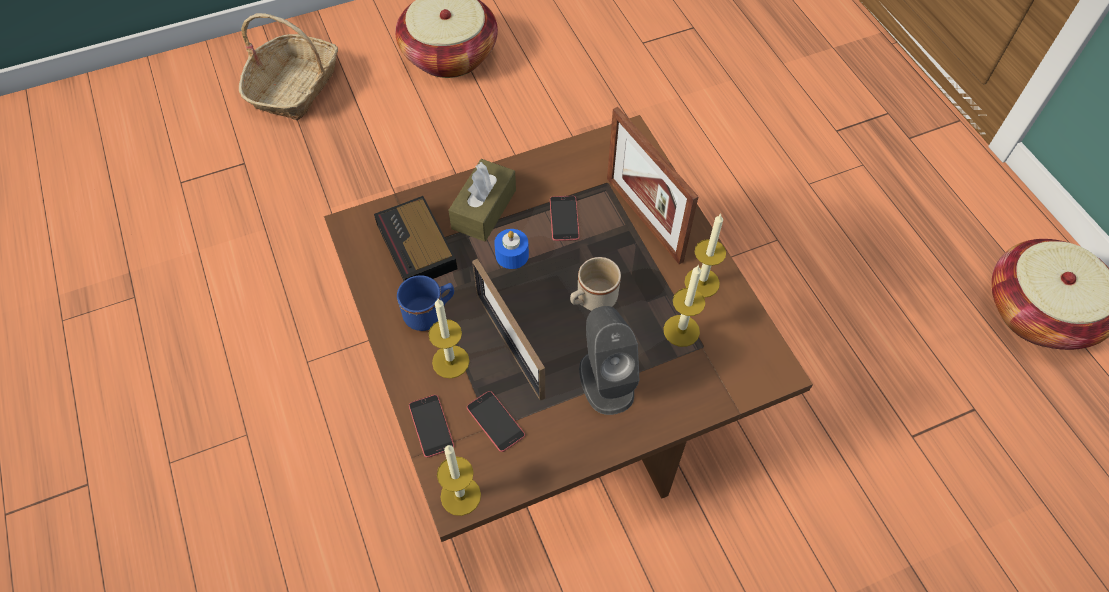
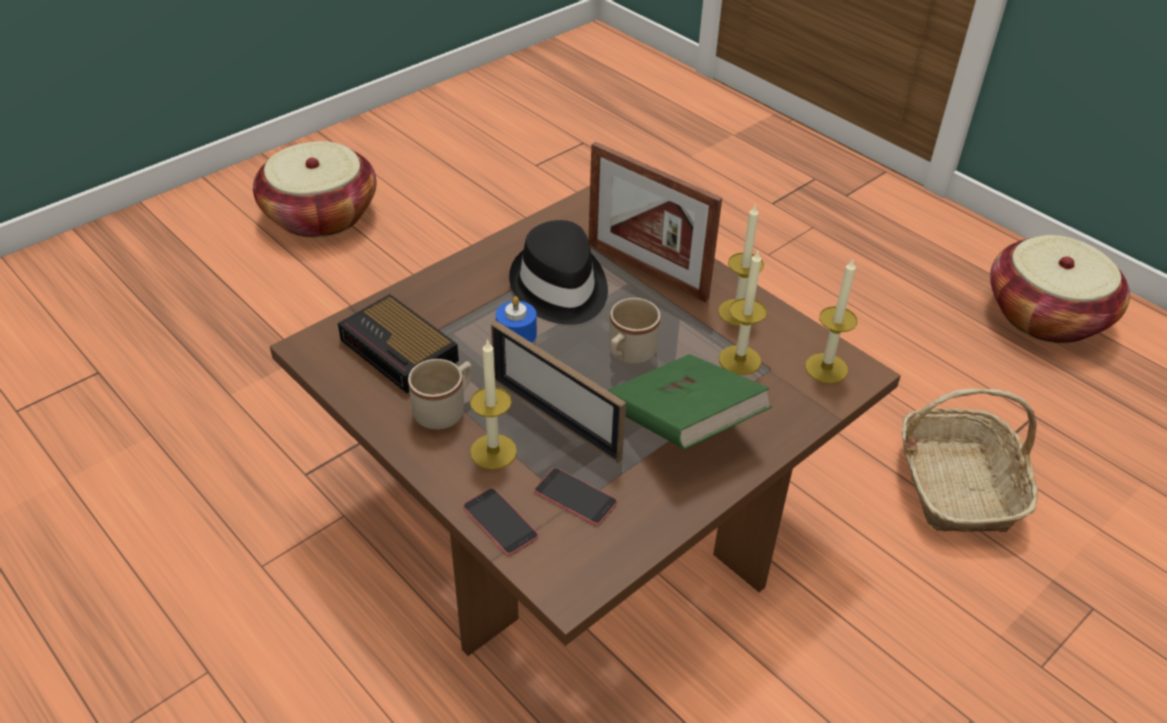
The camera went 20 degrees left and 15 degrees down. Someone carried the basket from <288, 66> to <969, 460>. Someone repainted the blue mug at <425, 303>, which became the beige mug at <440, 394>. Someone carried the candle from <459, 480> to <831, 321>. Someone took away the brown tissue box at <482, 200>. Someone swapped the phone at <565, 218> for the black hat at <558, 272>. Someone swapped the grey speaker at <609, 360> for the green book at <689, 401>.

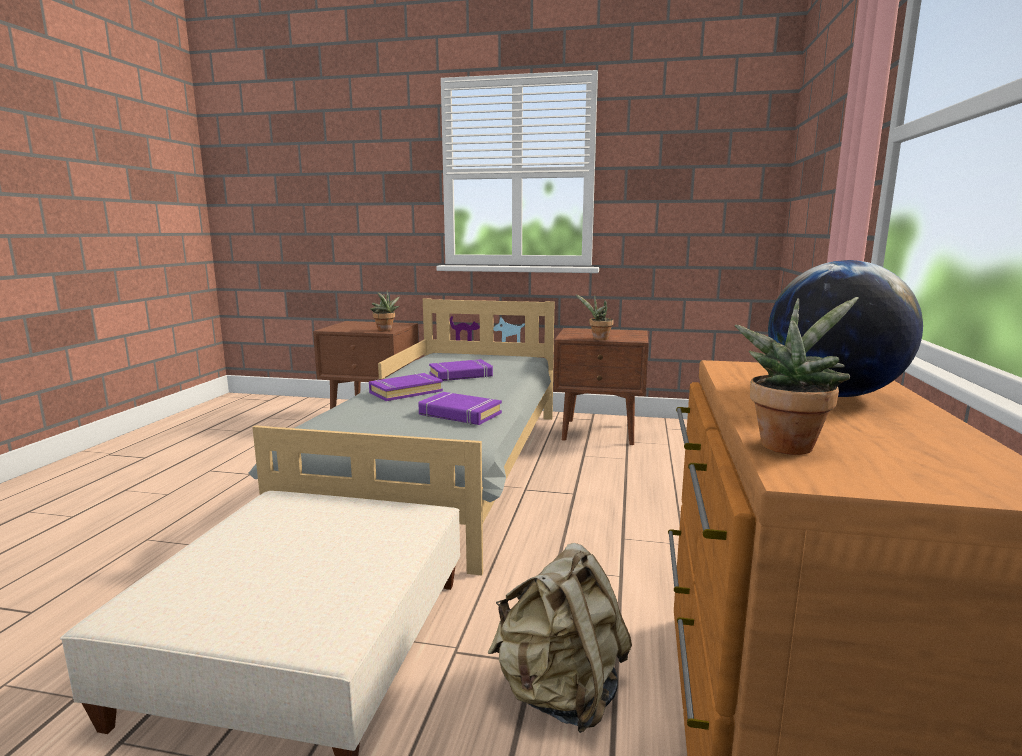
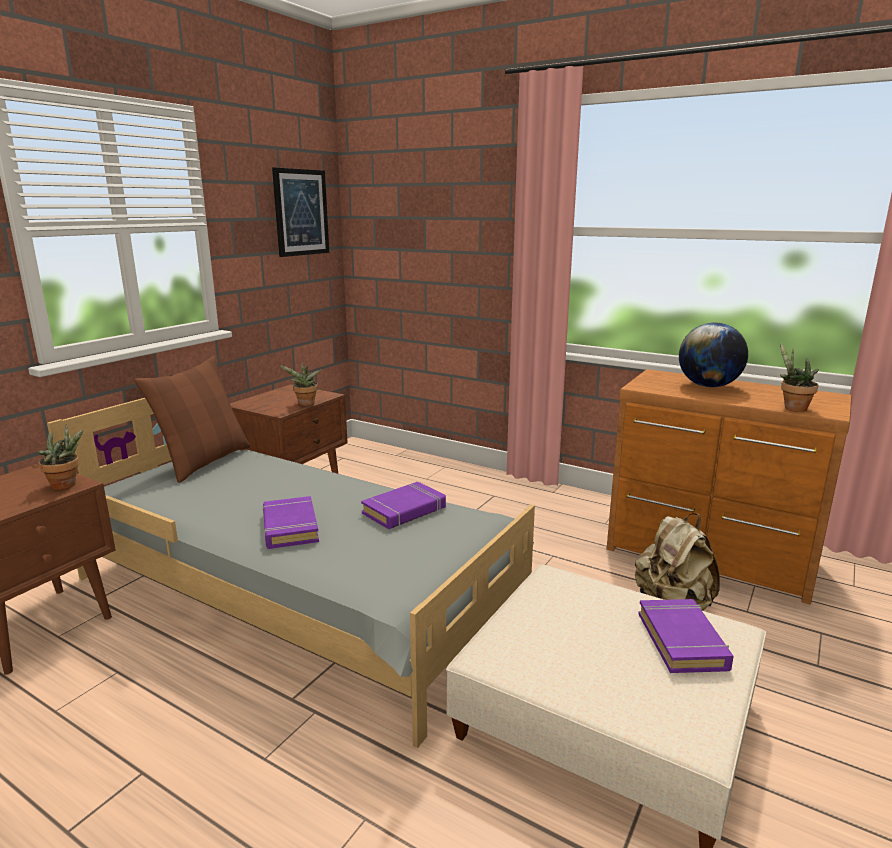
The camera went 70 degrees left and 5 degrees up. Someone carried the purple book from <461, 370> to <686, 636>. Someone put down the brown pillow at <192, 419>. Someone put up the picture at <300, 212>.

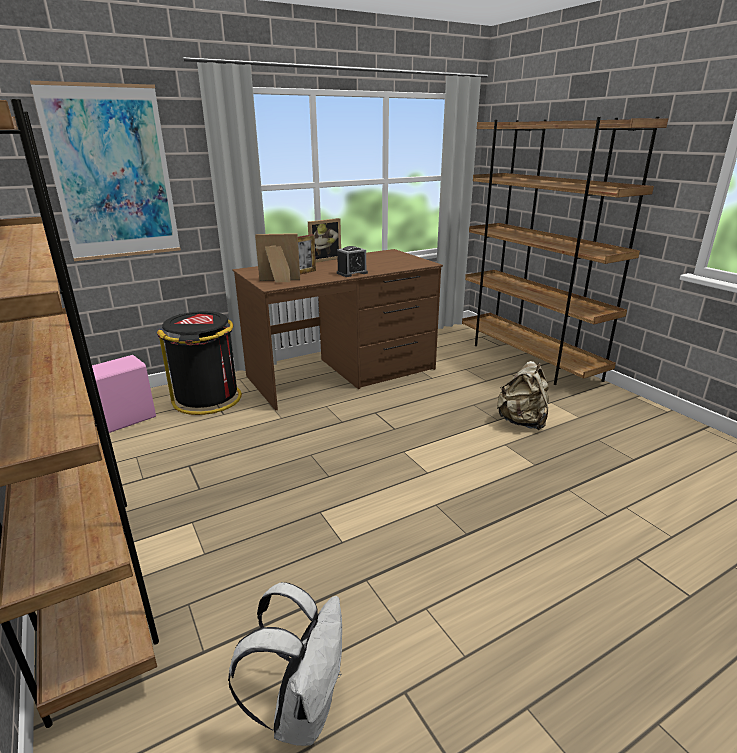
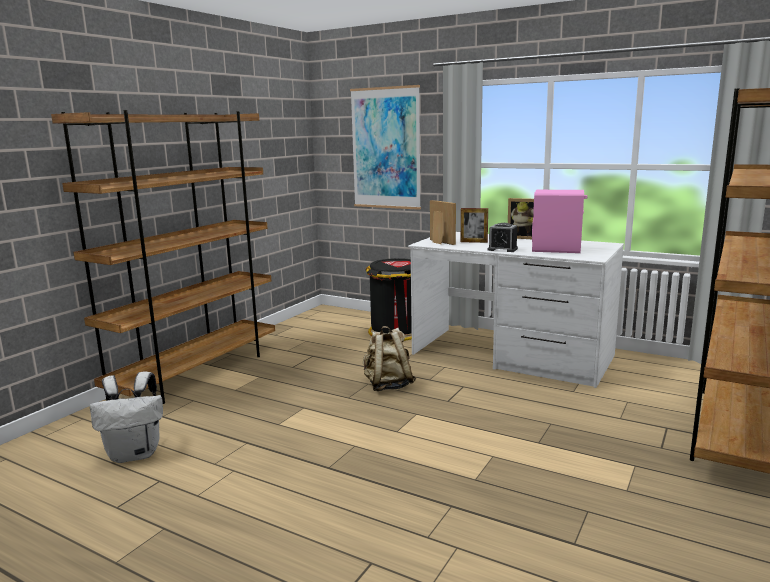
The camera went 60 degrees right and 10 degrees down. Someone carried the pink speaker from <124, 394> to <559, 221>. Someone repainted the brown desk at <338, 330>, which became the white desk at <516, 310>. Someone carried the beige backpack from <523, 395> to <389, 358>.

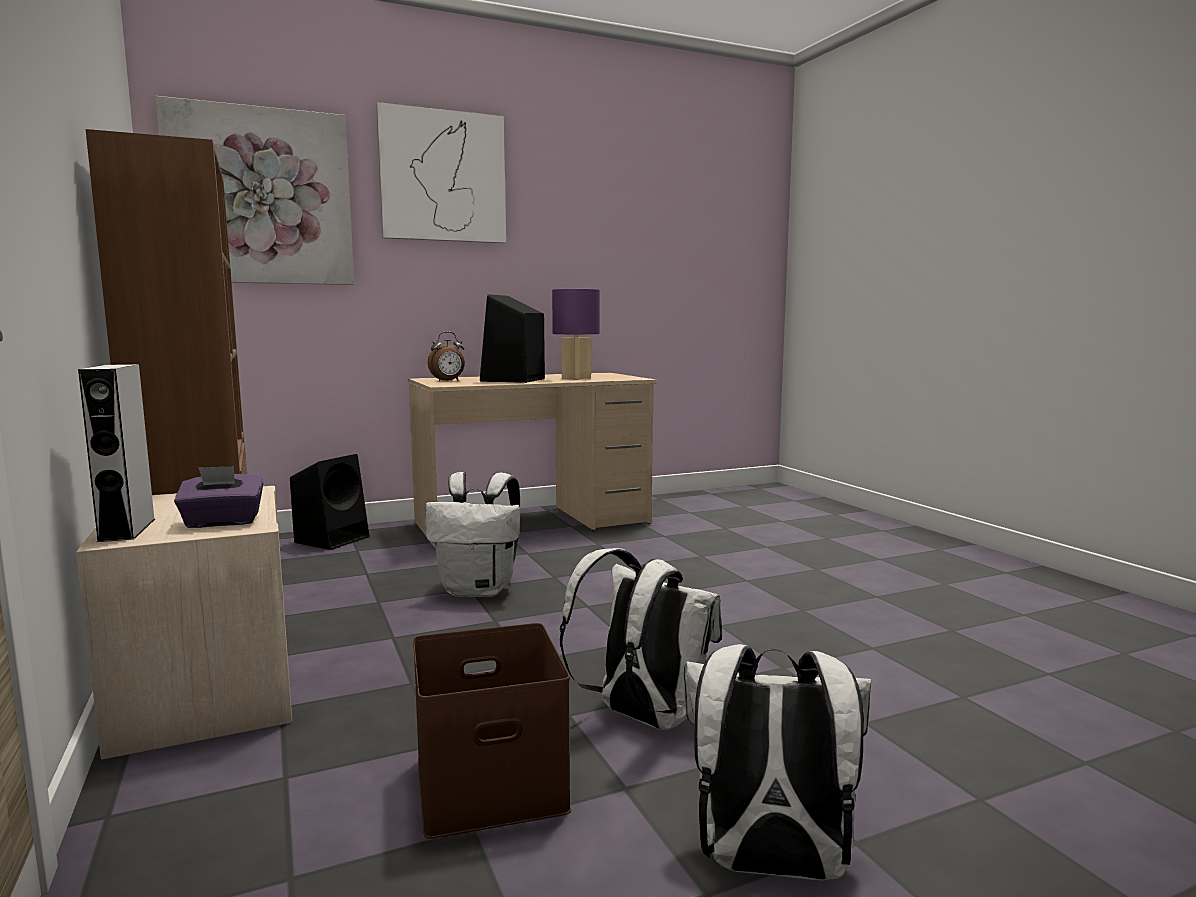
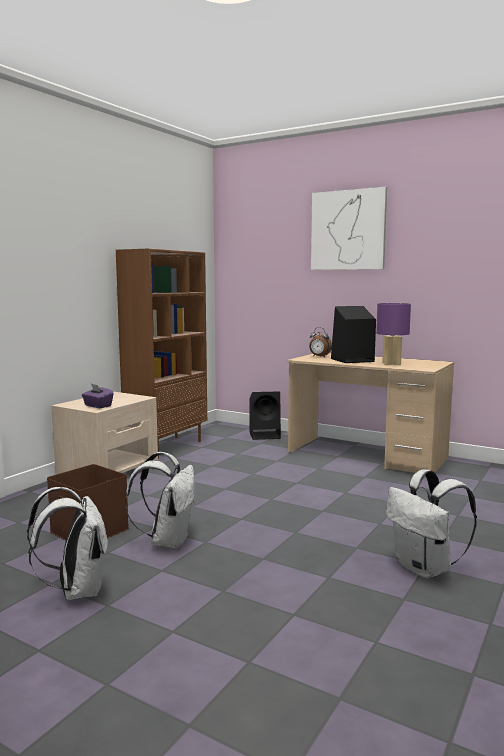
The camera went 55 degrees right and 0 degrees up. Someone took away the grey speaker at <116, 453>. Someone took away the picture at <254, 190>. Someone carried the white backpack from <473, 534> to <431, 523>.

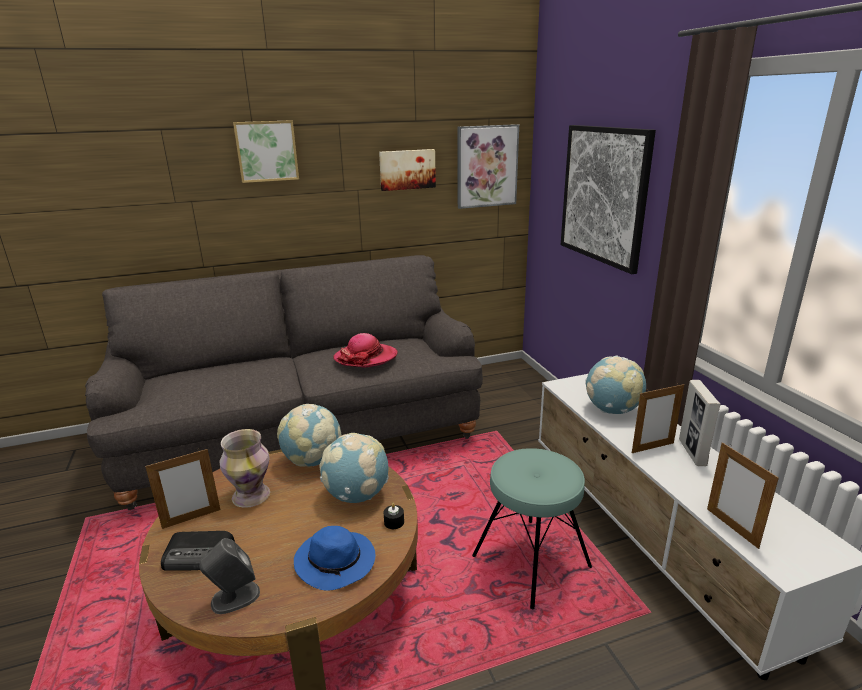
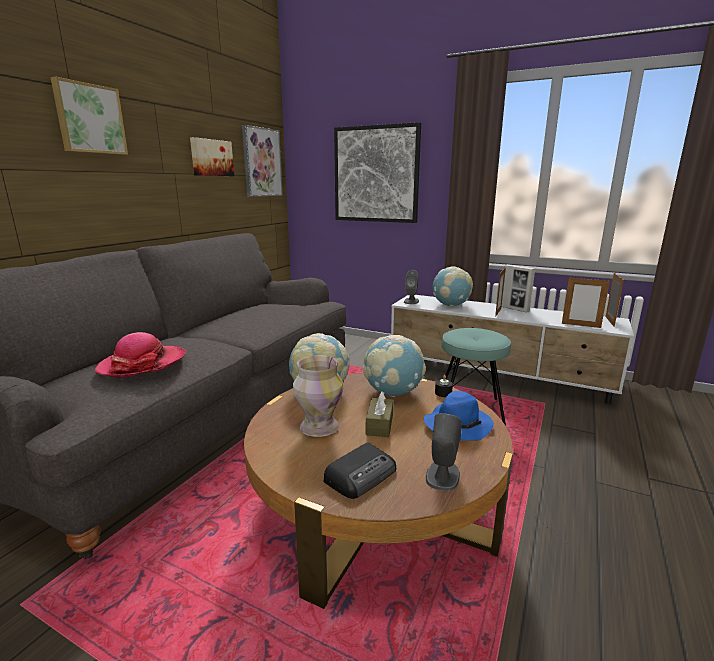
The camera went 45 degrees left and 5 degrees down. Someone carried the picture frame from <183, 489> to <615, 300>. Someone carried the hat from <366, 350> to <140, 355>. Someone put down the brown tissue box at <379, 414>. Someone put down the grey speaker at <411, 287>.

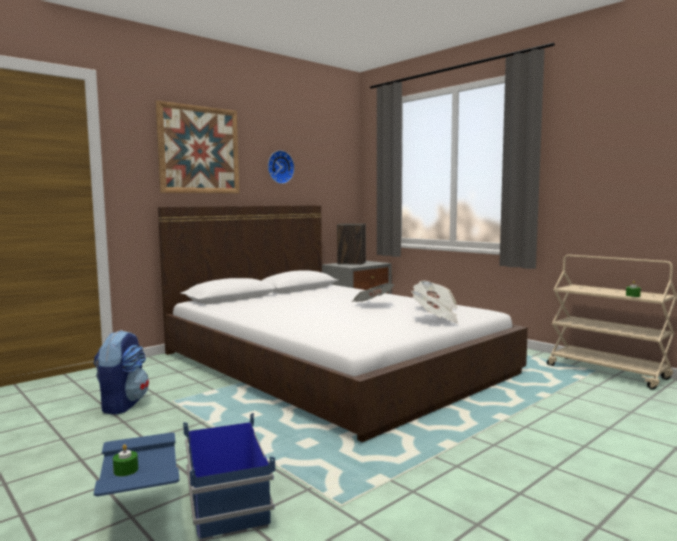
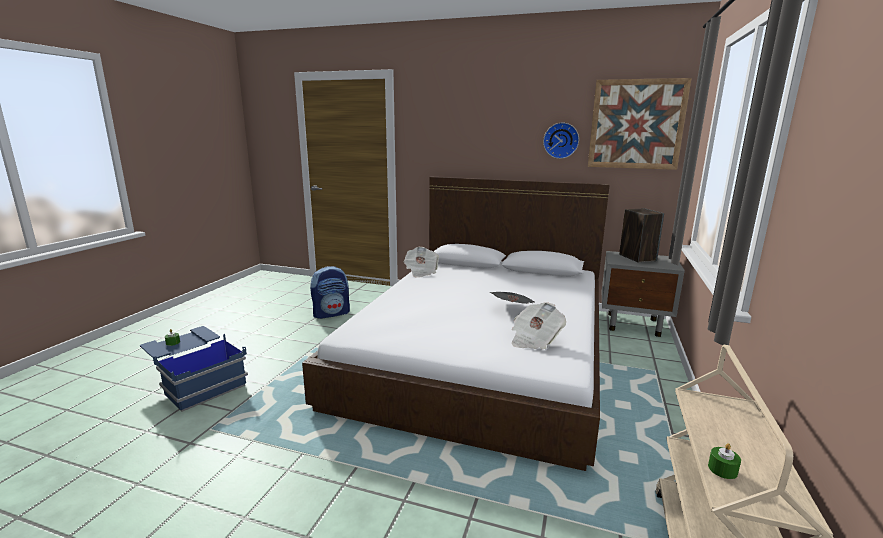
The camera went 60 degrees right and 10 degrees up. Someone carried the picture from <197, 147> to <640, 124>. Someone carried the newspaper from <435, 307> to <421, 262>.

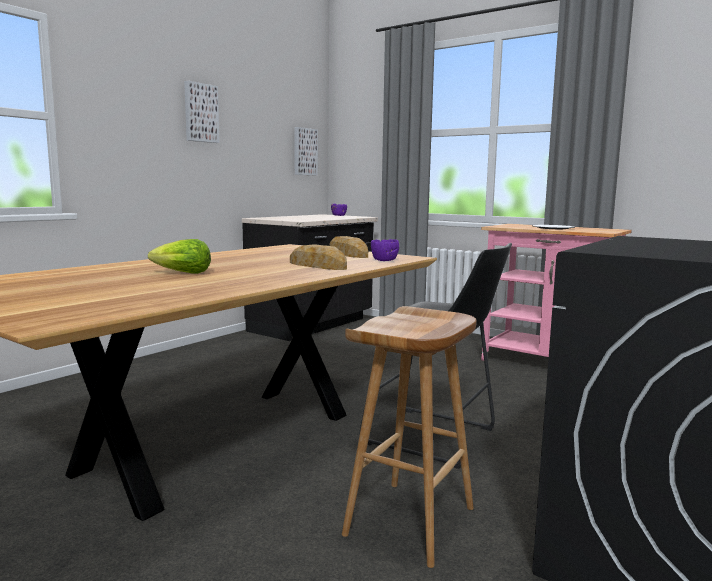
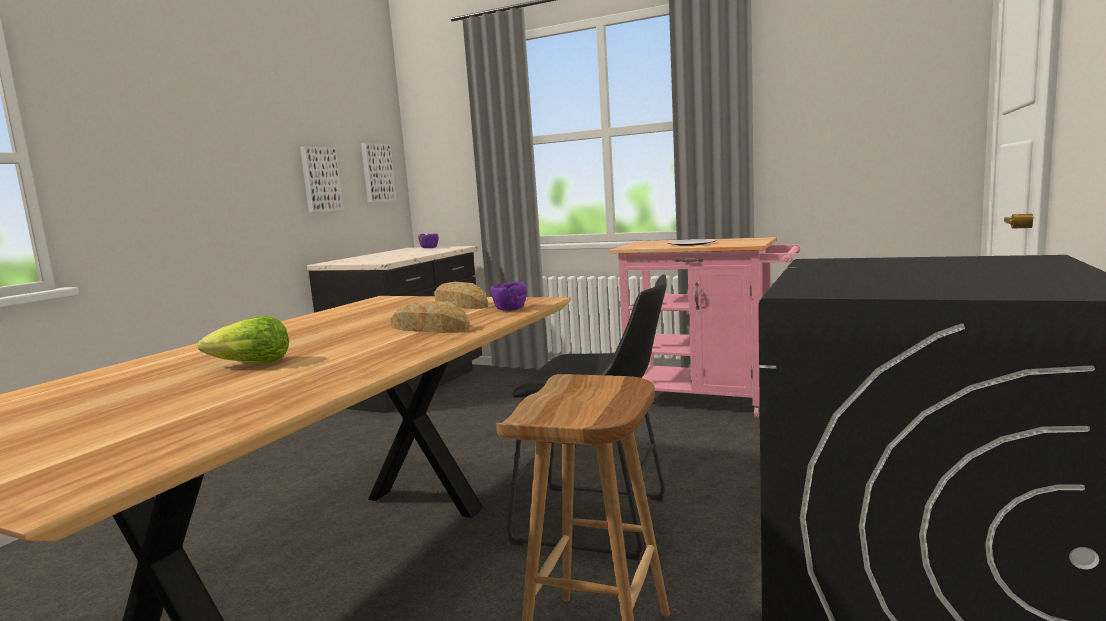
The camera went 10 degrees left and 0 degrees up. Someone carried the picture from <202, 112> to <322, 179>.

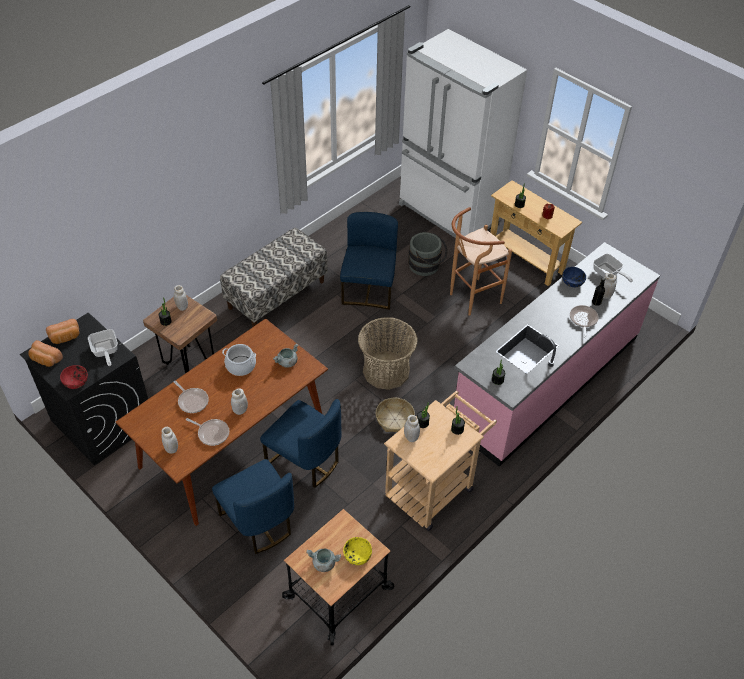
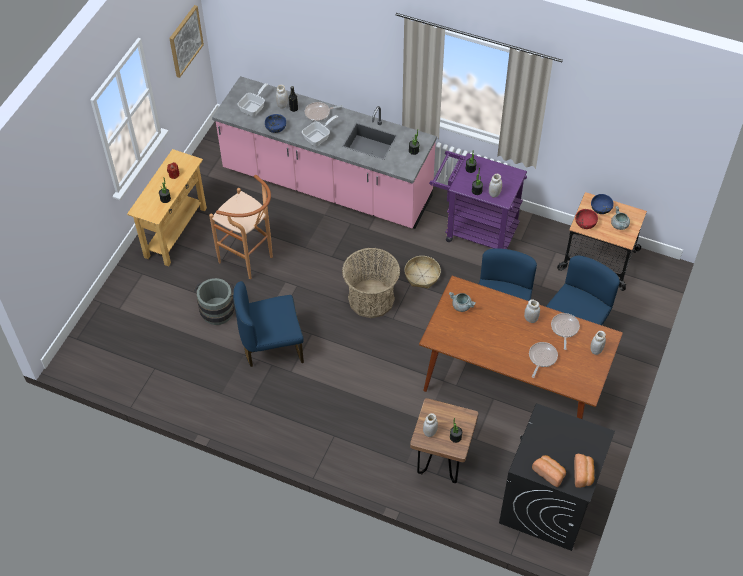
The camera went 110 degrees left and 5 degrees up. Someone carried the red bowl from <74, 377> to <586, 219>. Someone carried the frying pan from <103, 347> to <320, 130>. Someone took away the bench at <273, 277>. Someone took away the cooking pot at <239, 360>. Someone repainted the yellow bowl at <357, 551>, which became the blue bowl at <602, 204>. Someone repainted the beige cart at <440, 461>, which became the purple cart at <478, 200>. Someone took away the white fridge at <463, 133>. Someone put up the picture at <186, 41>.

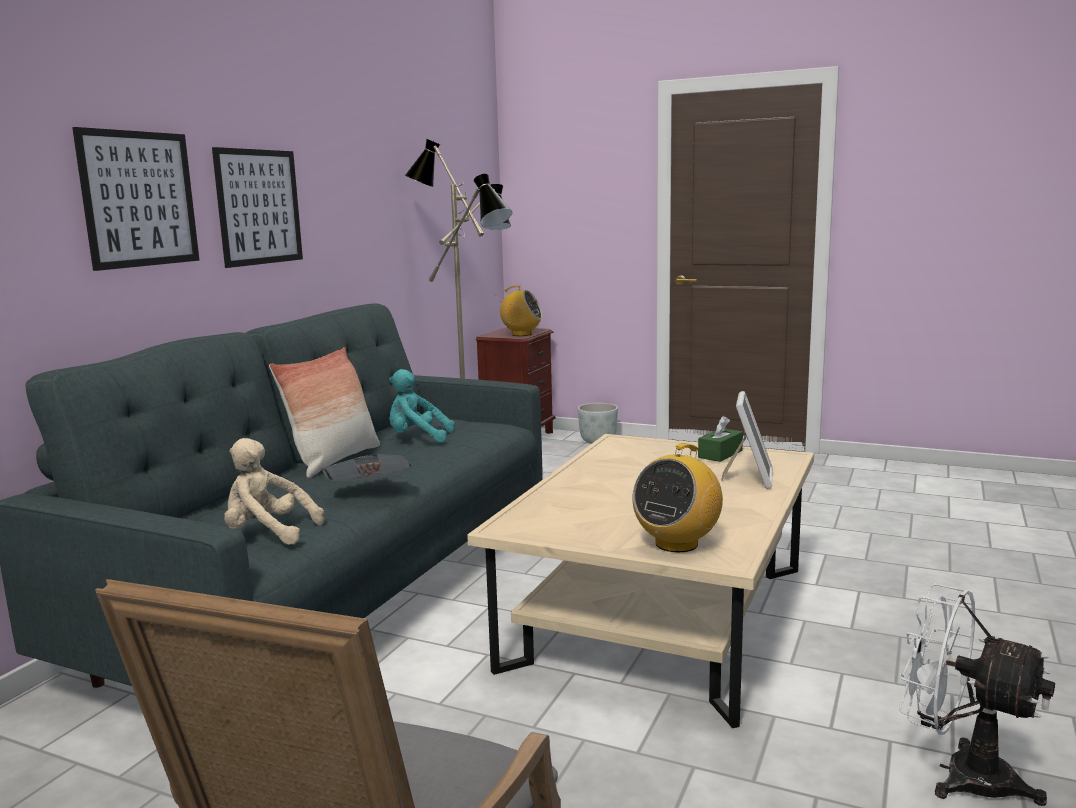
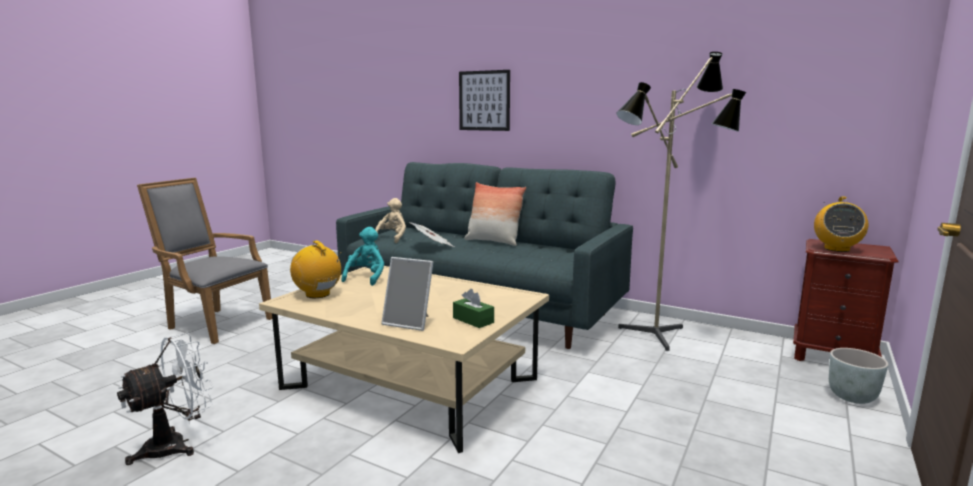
The camera went 95 degrees right and 0 degrees up. Someone took away the picture at <257, 207>. Someone carried the turquoise plush toy from <422, 406> to <362, 256>.

